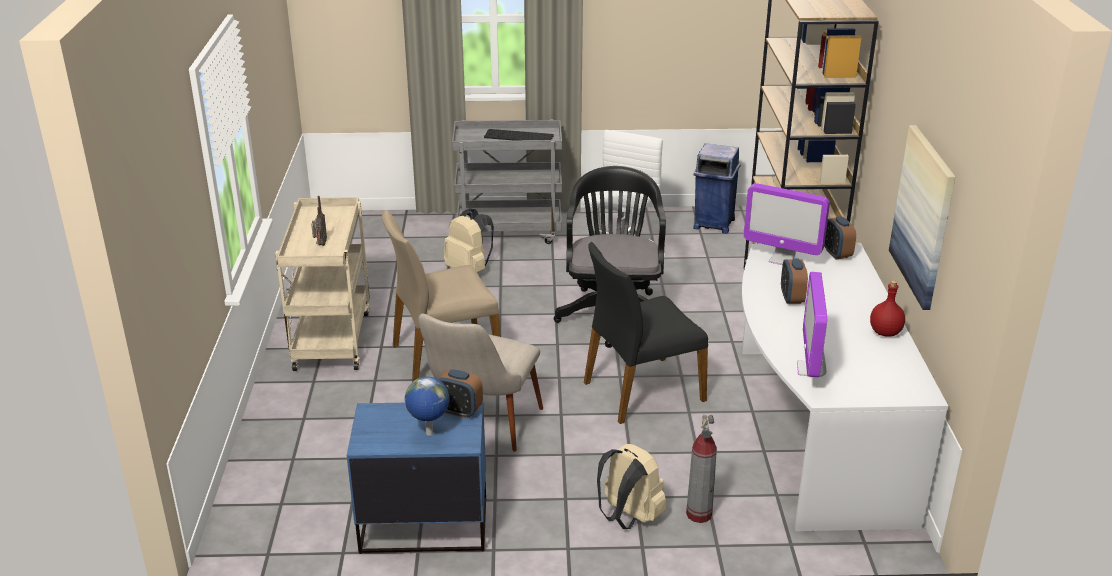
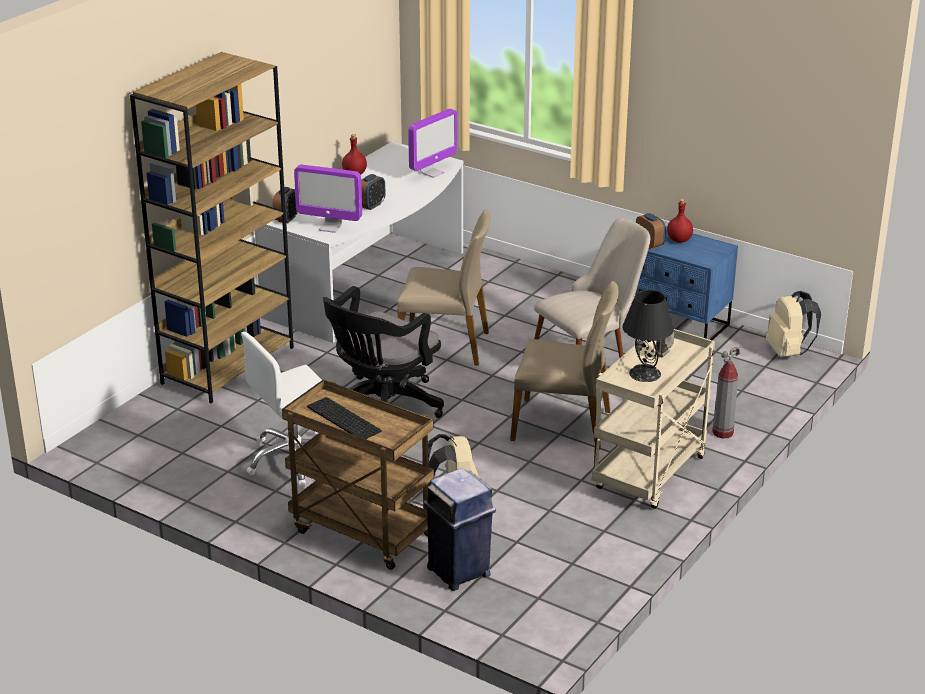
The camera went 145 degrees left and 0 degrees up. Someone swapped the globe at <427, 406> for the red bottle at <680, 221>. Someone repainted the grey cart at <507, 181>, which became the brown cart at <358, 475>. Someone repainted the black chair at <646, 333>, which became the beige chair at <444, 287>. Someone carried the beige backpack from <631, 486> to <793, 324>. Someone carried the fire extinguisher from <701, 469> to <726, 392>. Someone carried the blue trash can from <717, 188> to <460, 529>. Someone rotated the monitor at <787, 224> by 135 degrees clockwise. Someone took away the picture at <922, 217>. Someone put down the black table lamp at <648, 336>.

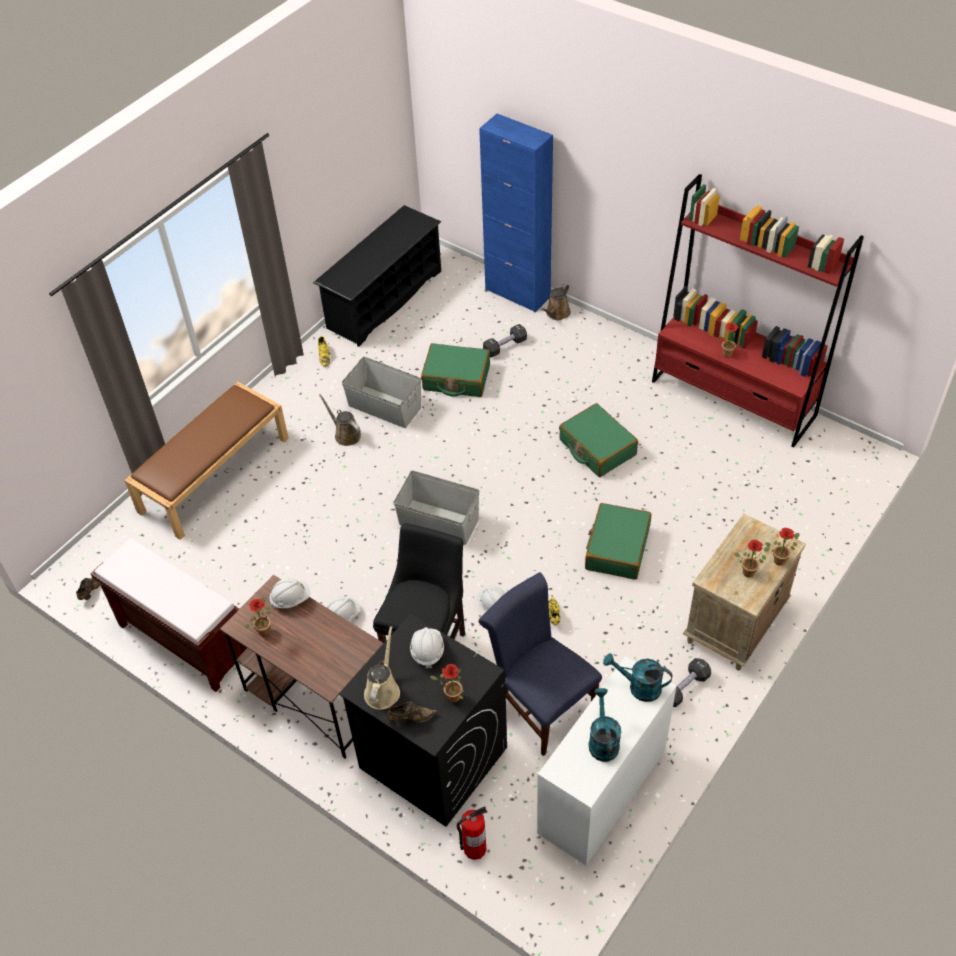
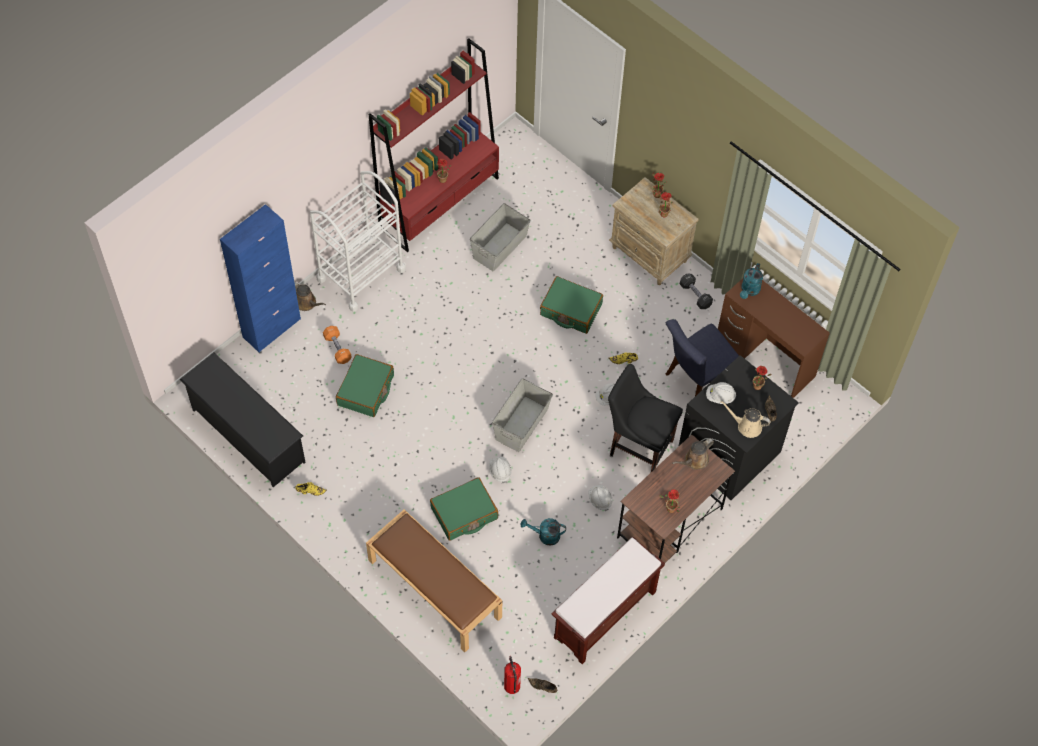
The camera went 85 degrees left and 10 degrees up. Someone carried the white hard hat from <289, 593> to <500, 470>. Someone carried the brown watering can from <340, 420> to <693, 454>. Someone carried the grey storage box from <381, 392> to <500, 237>. Someone carried the fire extinguisher from <471, 833> to <512, 675>. Someone repainted the black dumbbell at <505, 341>, which became the orange dumbbell at <337, 345>. Someone repainted the white desk at <607, 761>, which became the brown desk at <774, 338>. Someone carried the green suitcase from <598, 440> to <464, 509>. Someone carried the turquoise watering can from <605, 725> to <543, 532>. Someone put down the white cart at <358, 241>.

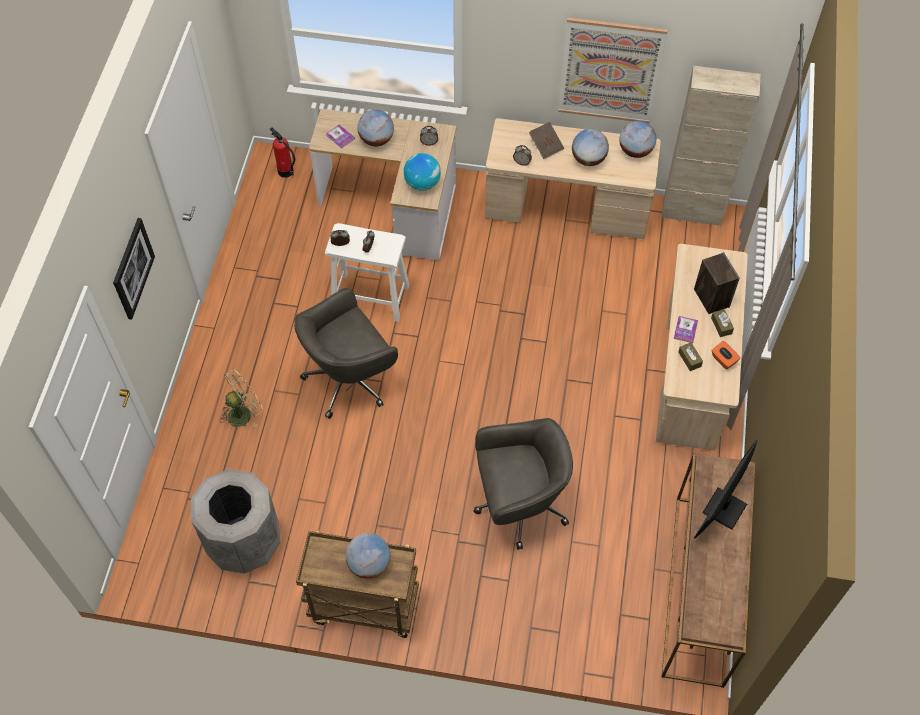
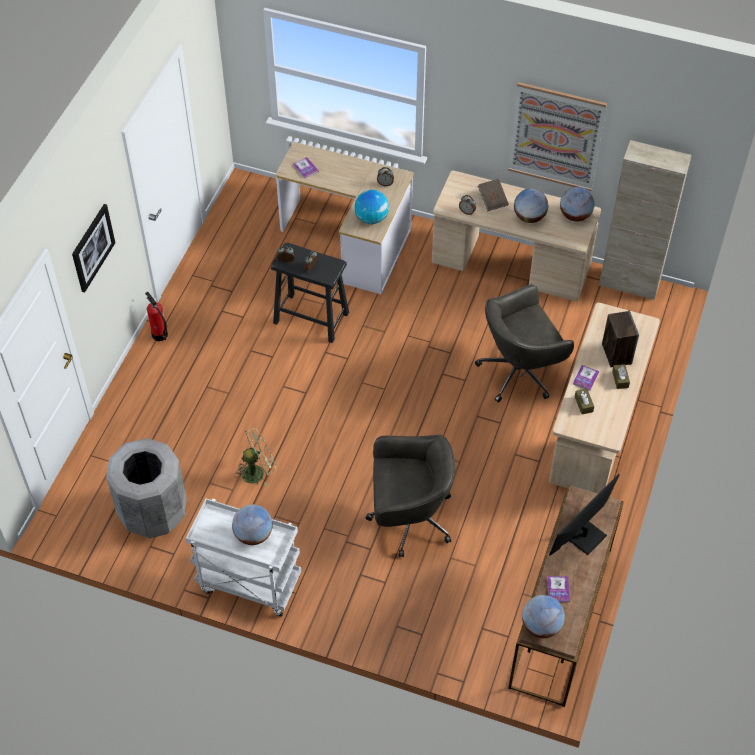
The camera went 10 degrees right and 5 degrees down. Someone carried the green fan from <242, 398> to <255, 457>. Someone carried the fire extinguisher from <282, 152> to <156, 316>. Someone carried the grey office chair from <346, 353> to <524, 343>. Someone repainted the brown cart at <357, 584>, which became the white cart at <243, 557>. Someone repainted the white stool at <367, 272>, which became the black stool at <310, 293>. Someone carried the globe from <375, 127> to <543, 616>. Someone took away the orange tissue box at <725, 355>. Someone put down the book at <558, 589>.

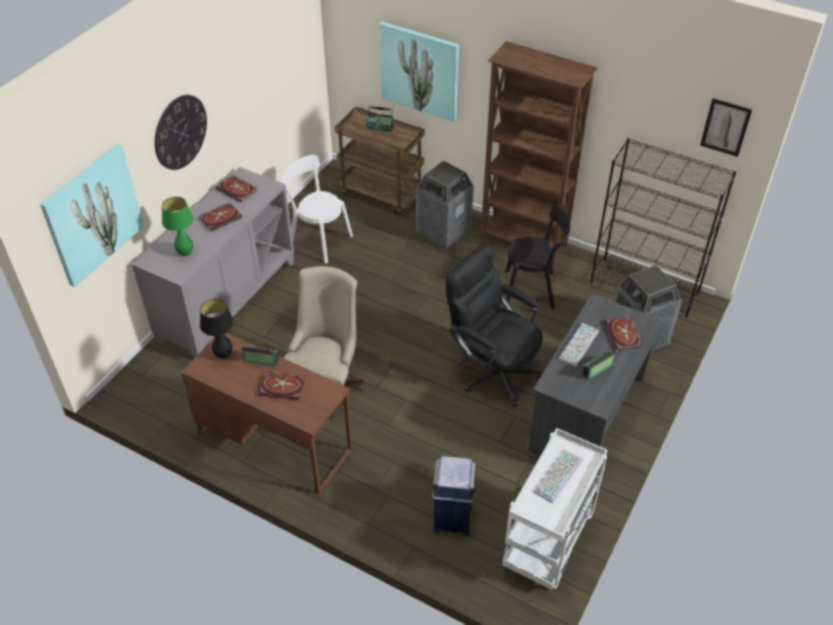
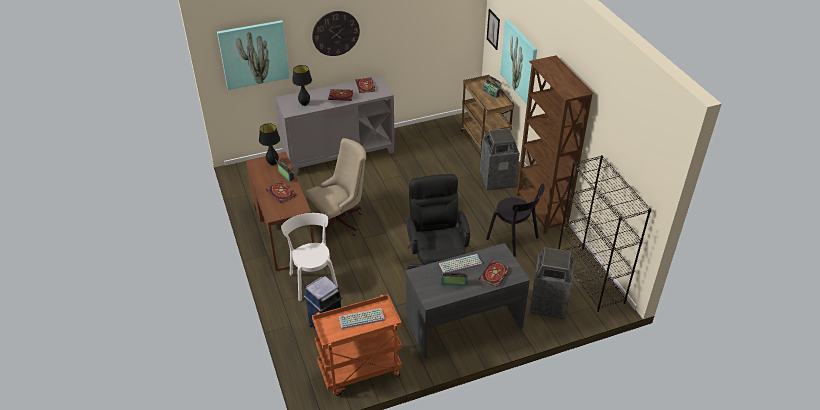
The camera went 40 degrees right and 5 degrees down. Someone repainted the green table lamp at <178, 226>, which became the black table lamp at <302, 85>. Someone carried the white chair from <317, 209> to <309, 257>. Someone repainted the white cart at <554, 509>, which became the orange cart at <357, 345>. Someone carried the picture from <726, 127> to <493, 29>.

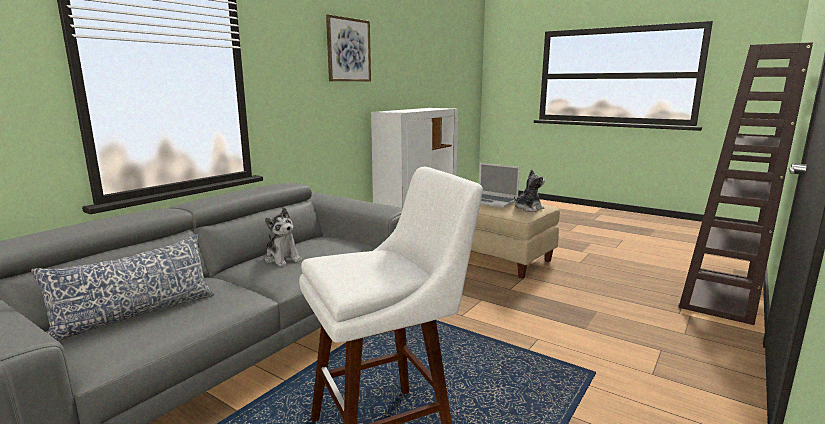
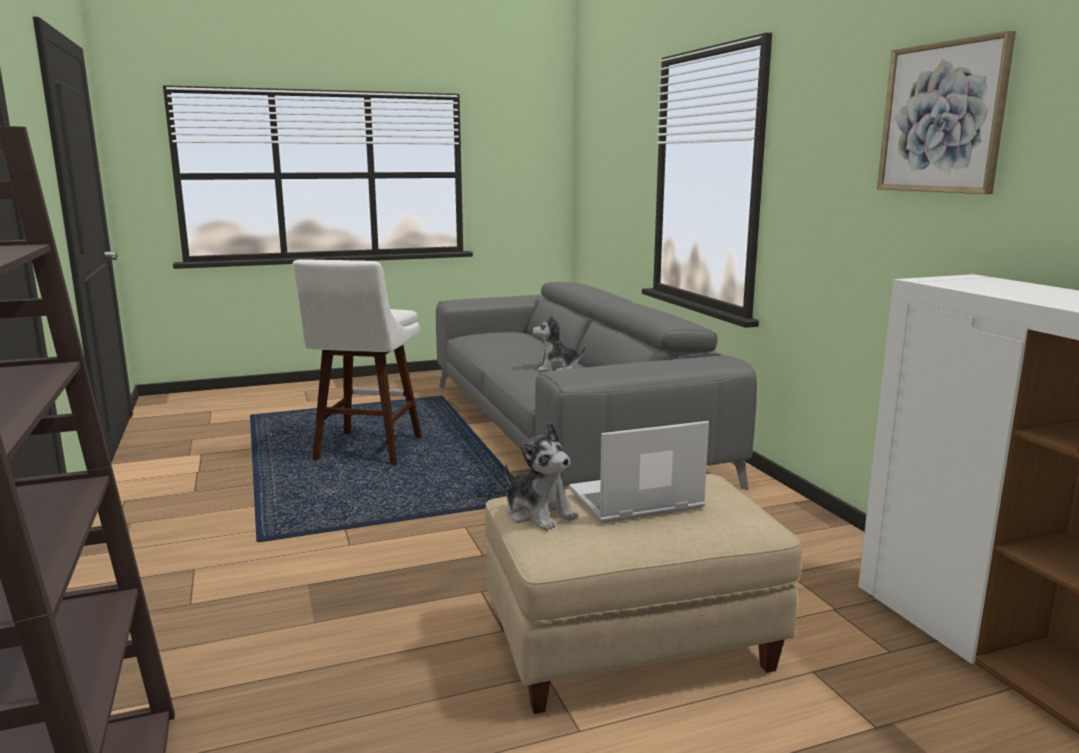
The camera went 125 degrees right and 0 degrees up. Someone took away the pillow at <122, 287>. Someone rotated the plush toy at <529, 191> by 45 degrees counterclockwise.

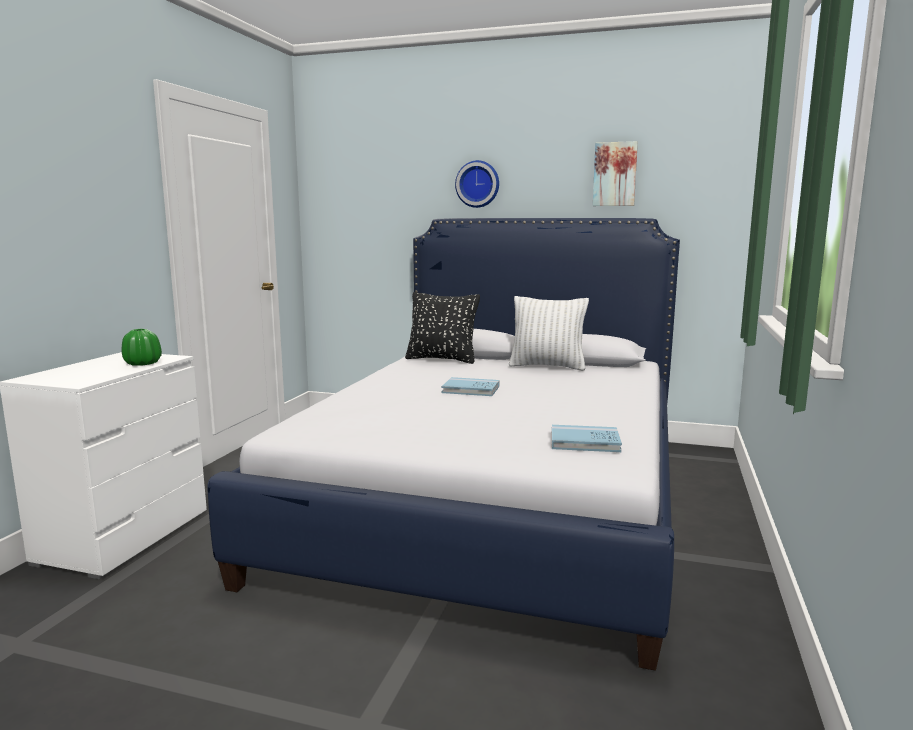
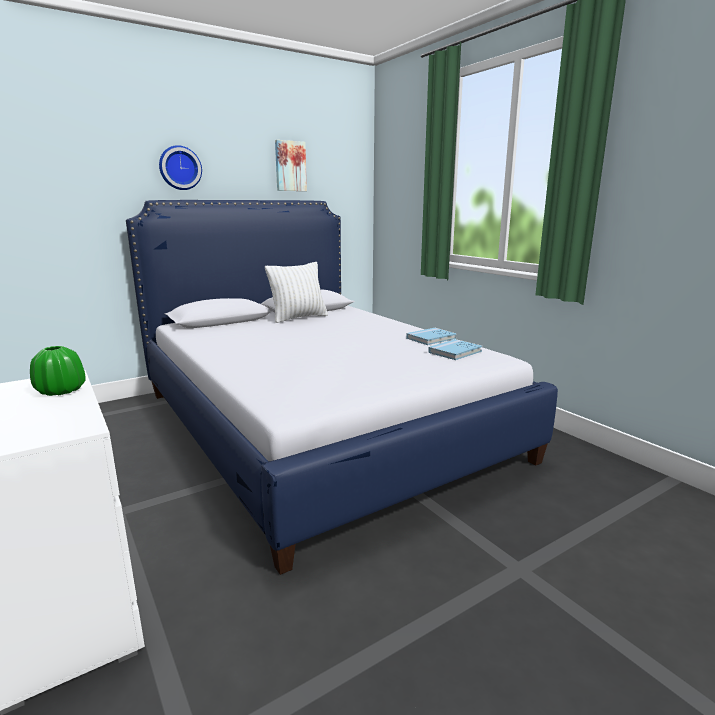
The camera went 50 degrees left and 5 degrees up. Someone took away the black pillow at <442, 328>. Someone carried the blue book from <470, 386> to <431, 336>.

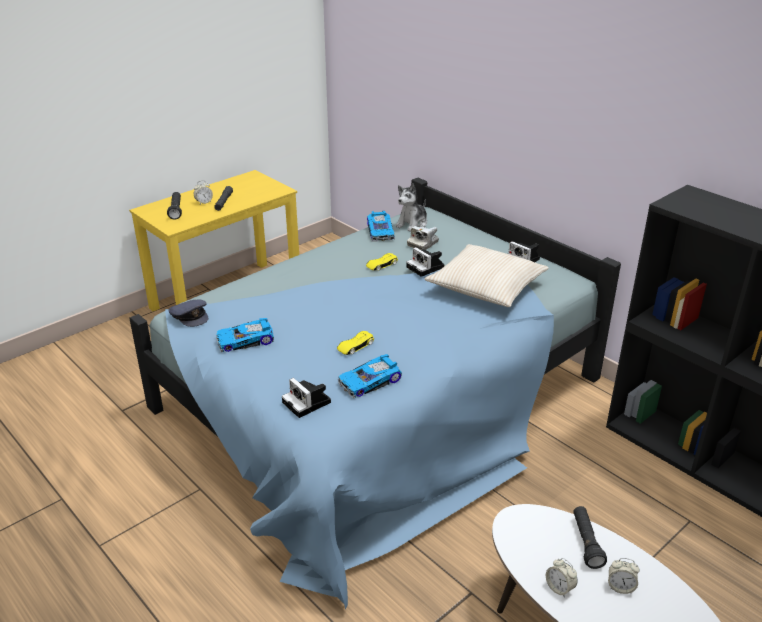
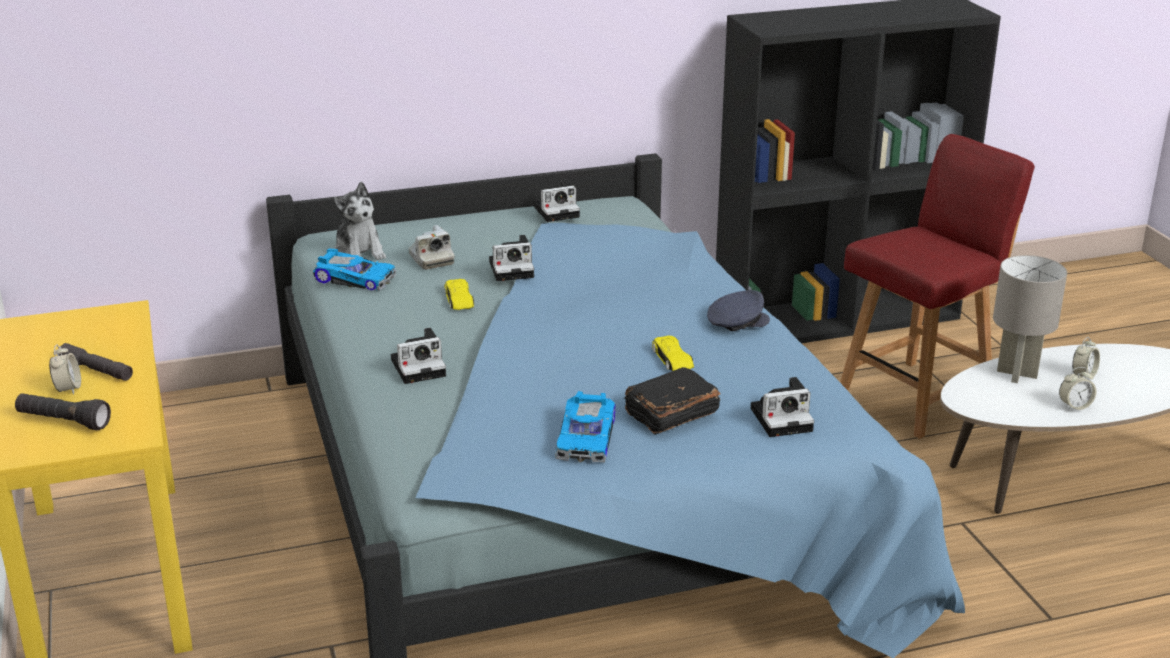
The camera went 65 degrees left and 5 degrees down. Someone carried the grey cap from <188, 313> to <738, 310>. Someone took away the toy car at <370, 376>. Someone took away the beige pillow at <487, 275>. Someone swapped the black flashlight at <590, 537> for the grey table lamp at <1030, 319>. Someone put down the photo camera at <418, 356>. Someone put down the black book at <672, 401>. Someone put down the red chair at <937, 286>.

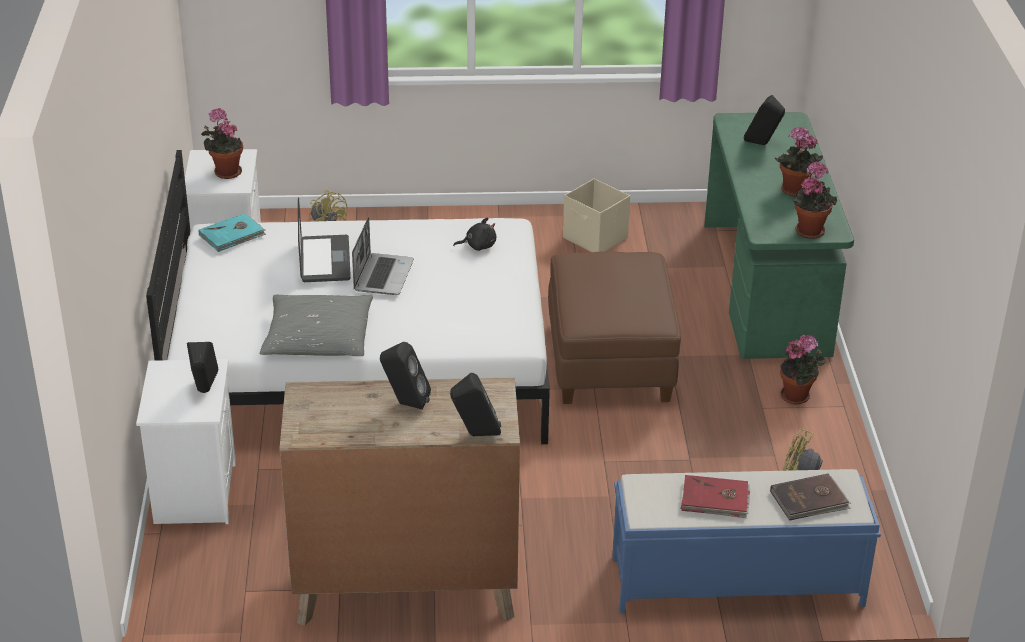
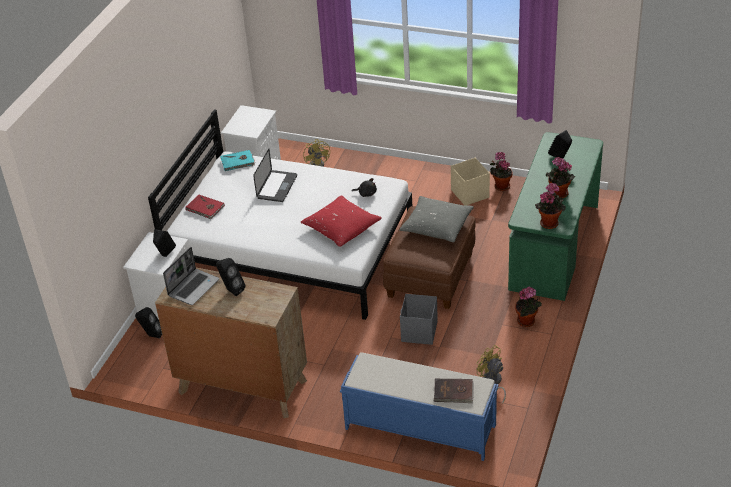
The camera went 25 degrees right and 5 degrees up. Someone carried the potted plant from <222, 143> to <501, 171>. Someone carried the grey pillow from <316, 325> to <436, 219>. Someone carried the laptop from <383, 256> to <191, 276>. Someone carried the black speaker from <475, 404> to <148, 322>. Someone carried the red book from <715, 496> to <205, 207>. Someone put down the red pillow at <341, 221>. Someone put down the grey storage box at <419, 319>.

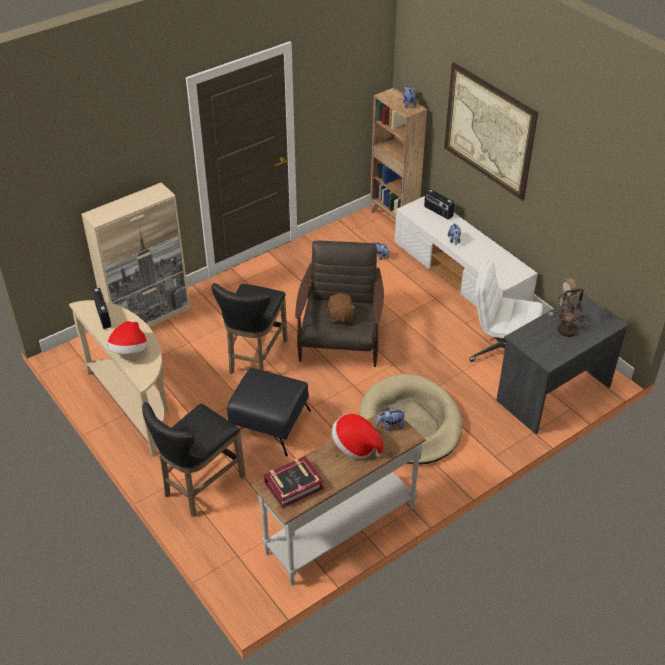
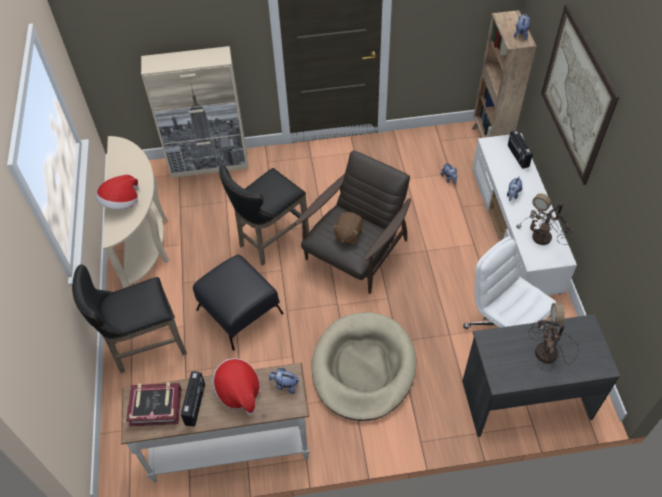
The camera went 30 degrees right and 10 degrees up. Someone carried the radio from <101, 308> to <193, 399>. Someone put down the table lamp at <544, 219>.

